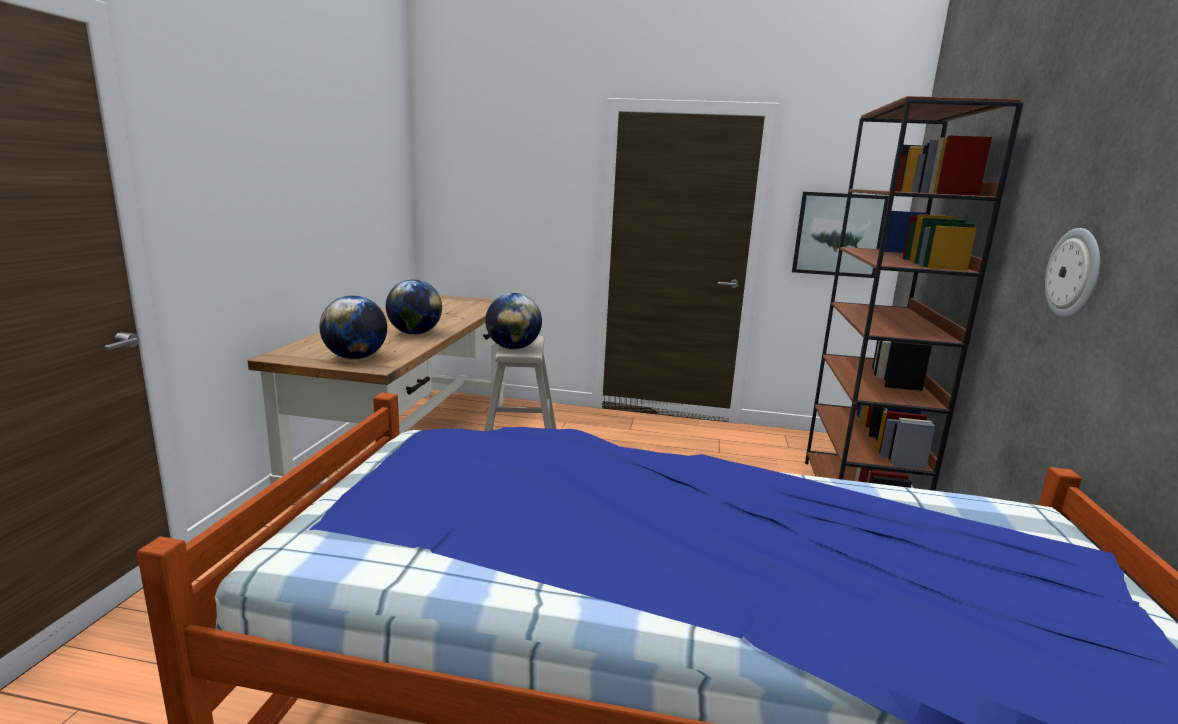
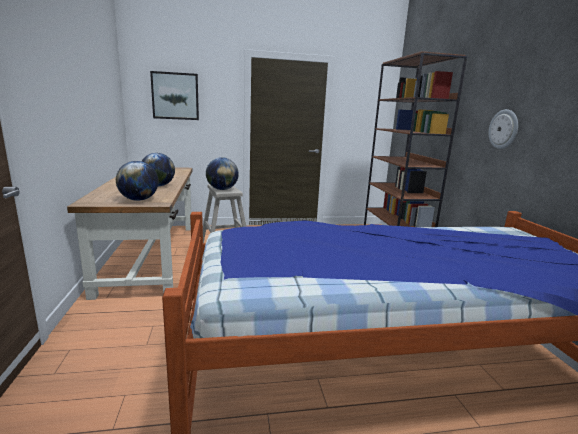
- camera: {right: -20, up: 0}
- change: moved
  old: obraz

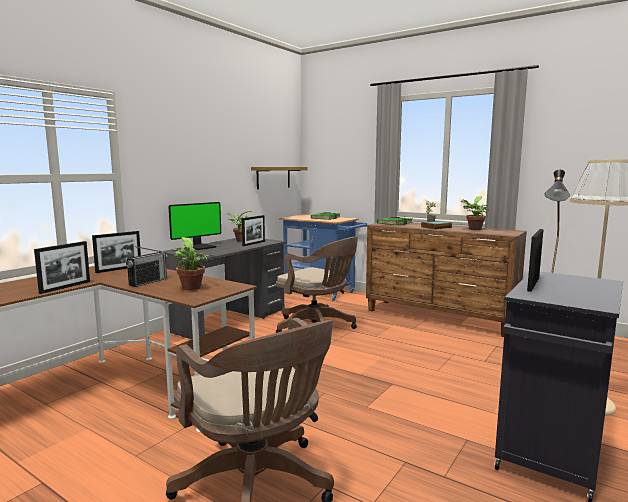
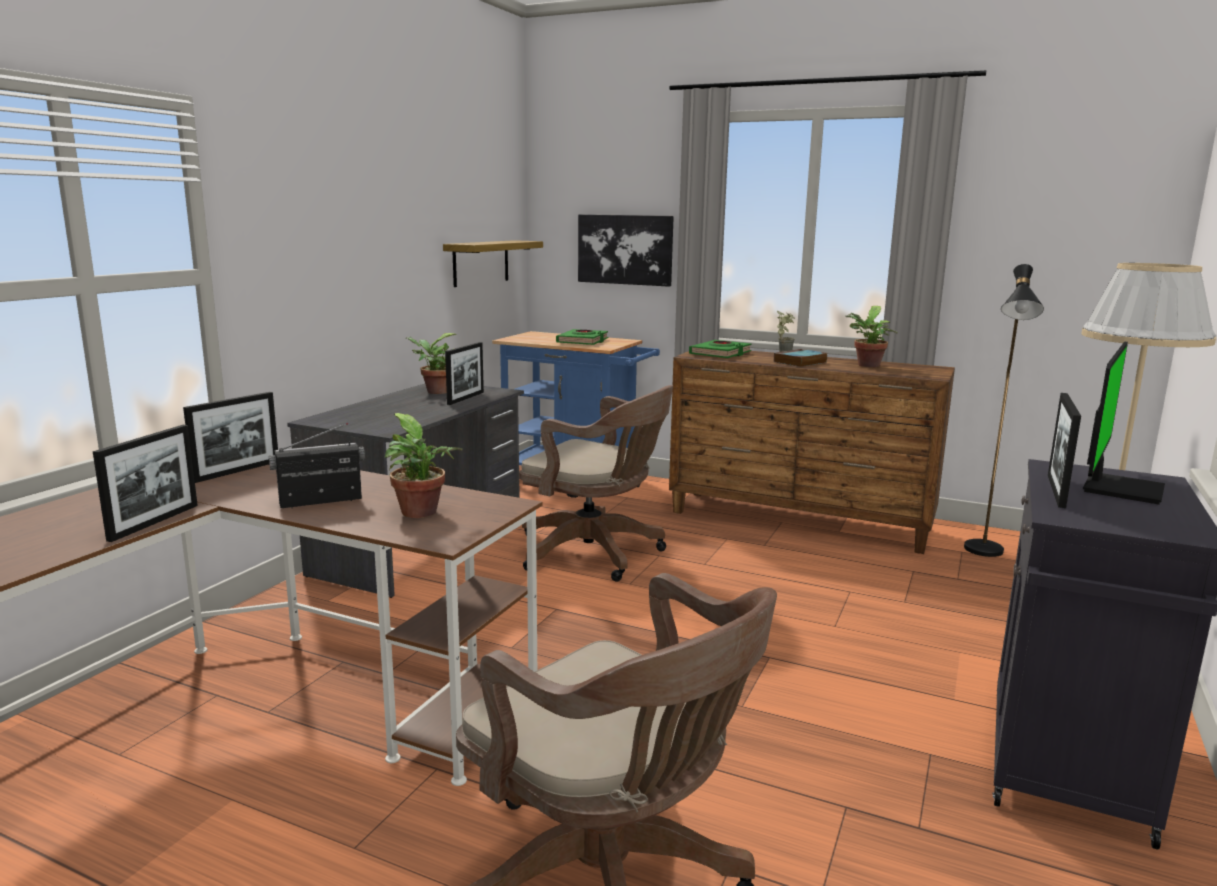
- camera: {right: -10, up: 5}
- change: added
  new: obraz
- change: moved
  old: monitor
- change: turned
  old: radio
  degrees: -135

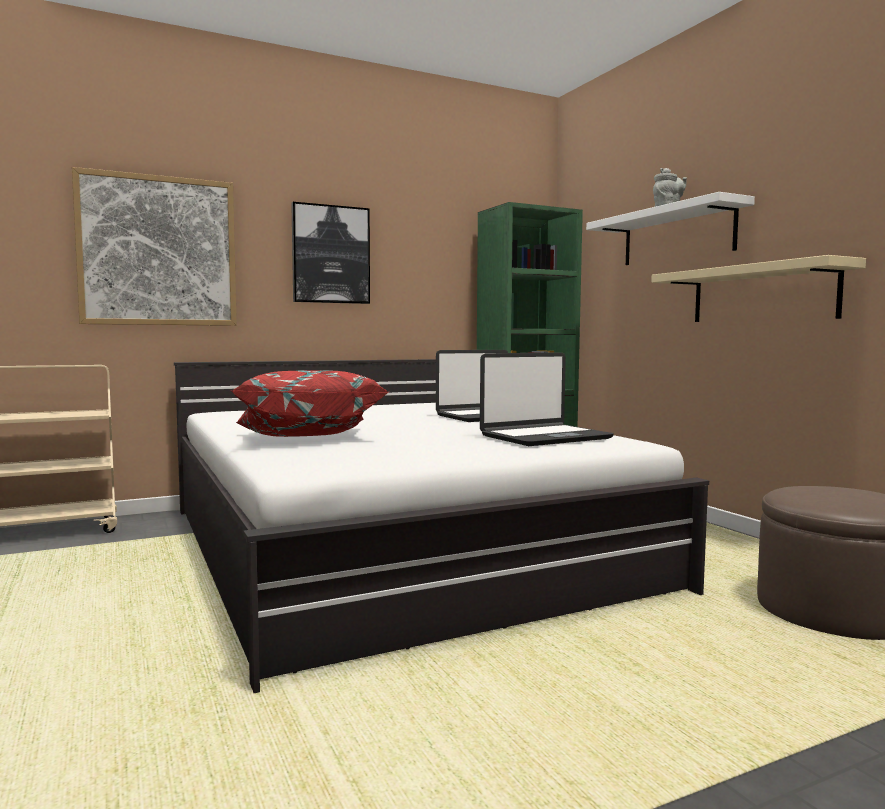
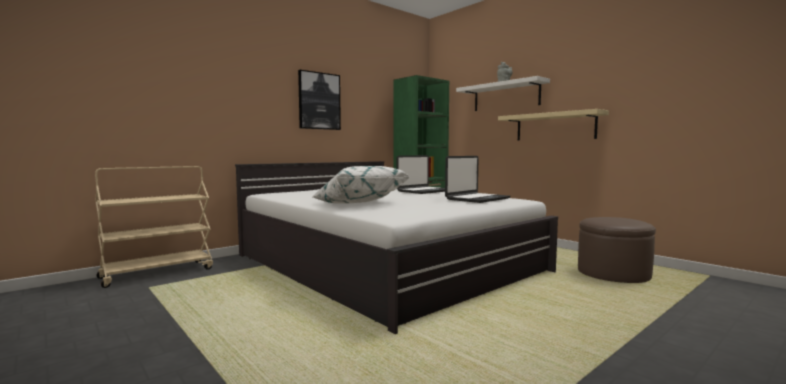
- camera: {right: -15, up: 0}
- change: removed
  old: obraz (1st from left)
- change: recoloured
  old: poduszka (czerwony)
  new: poduszka (biały)

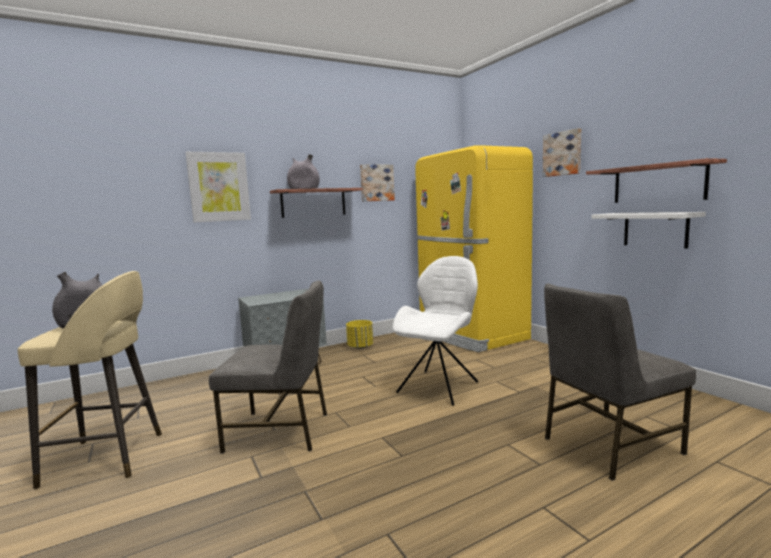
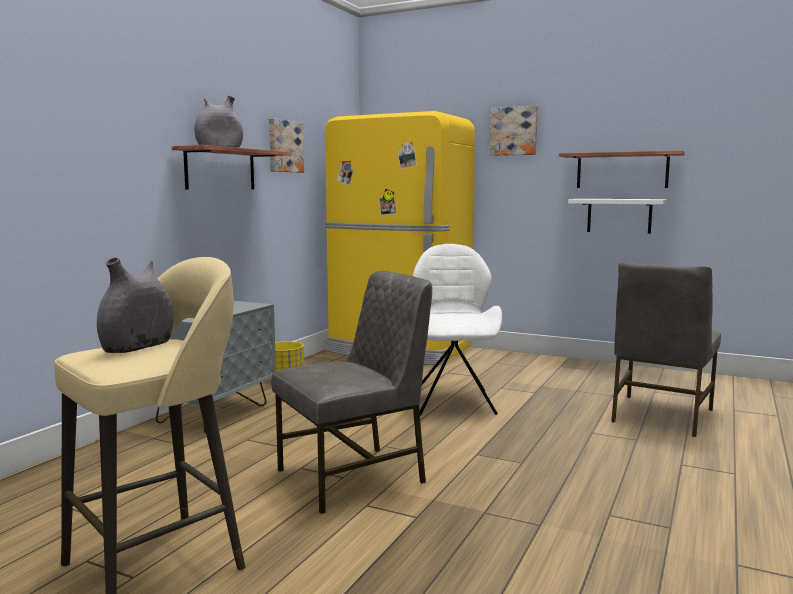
- camera: {right: -35, up: 0}
- change: removed
  old: obraz (1st from left)

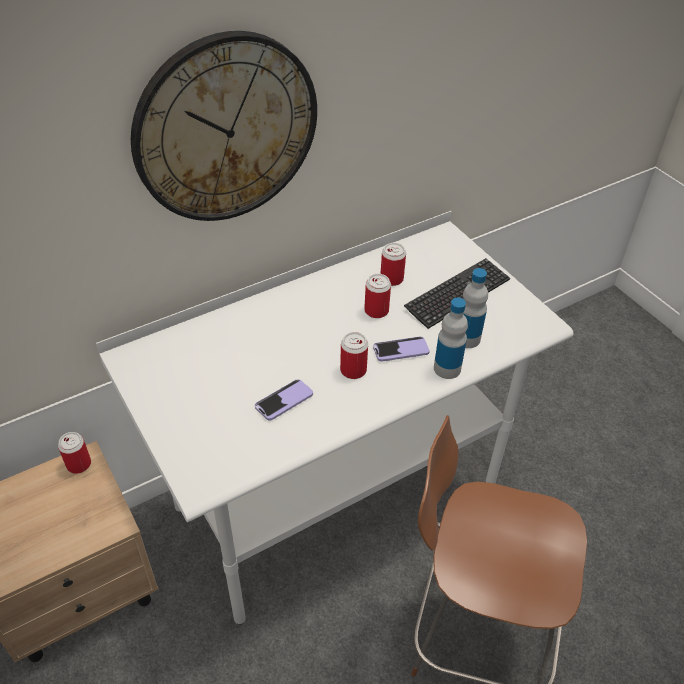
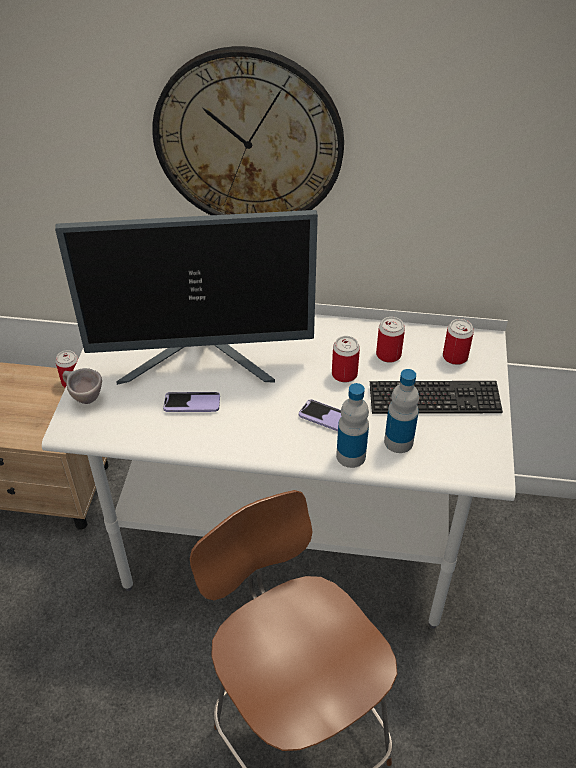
- camera: {right: 40, up: 0}
- change: added
  new: monitor
- change: added
  new: filiżanka (beżowy)
- change: moved
  old: puszka (2nd from left in the first image)
  new: puszka (4th from left)

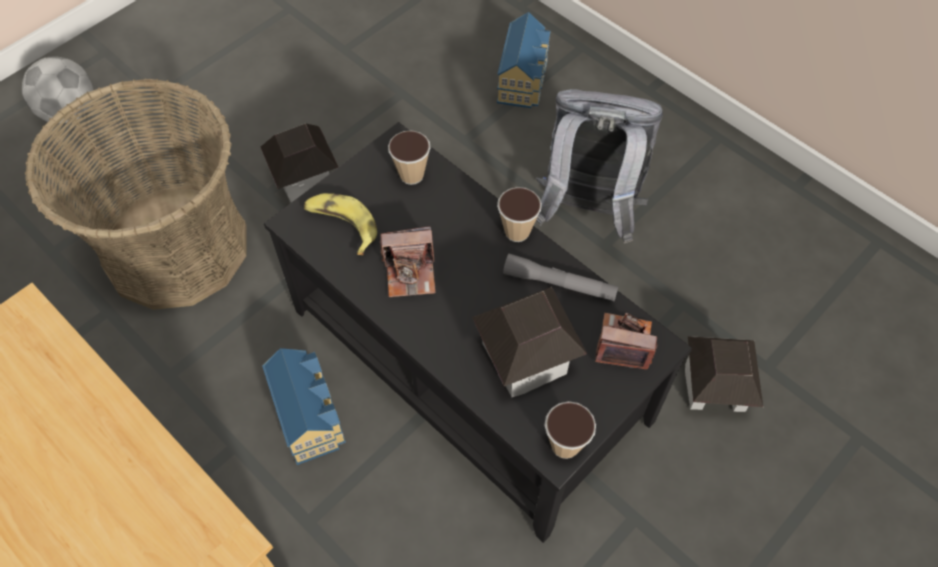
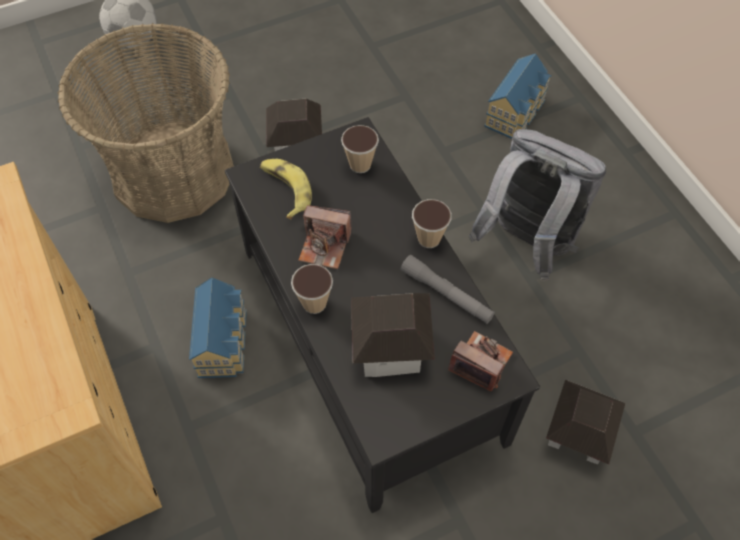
- camera: {right: 20, up: 0}
- change: moved
  old: filiżanka (3rd from left in the first image)
  new: filiżanka (1st from left)

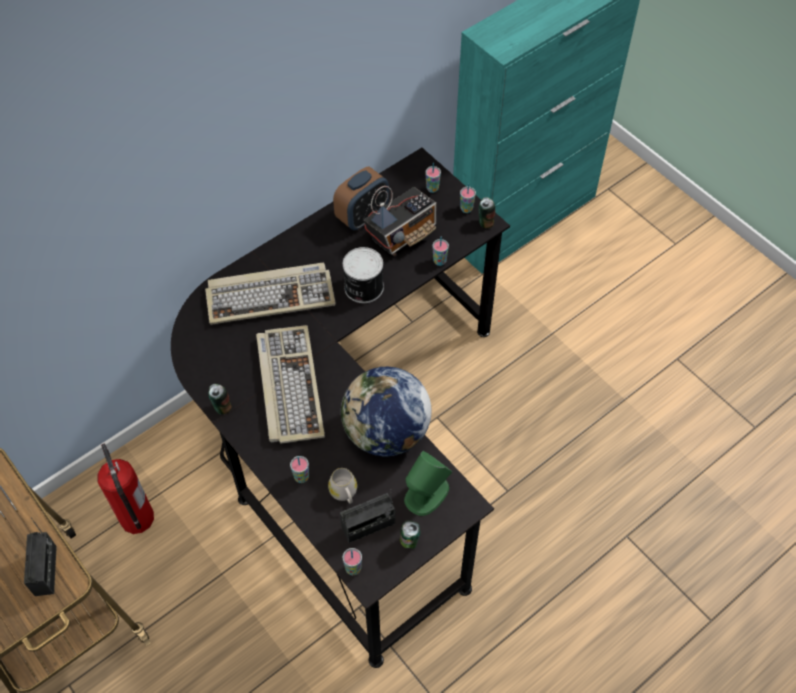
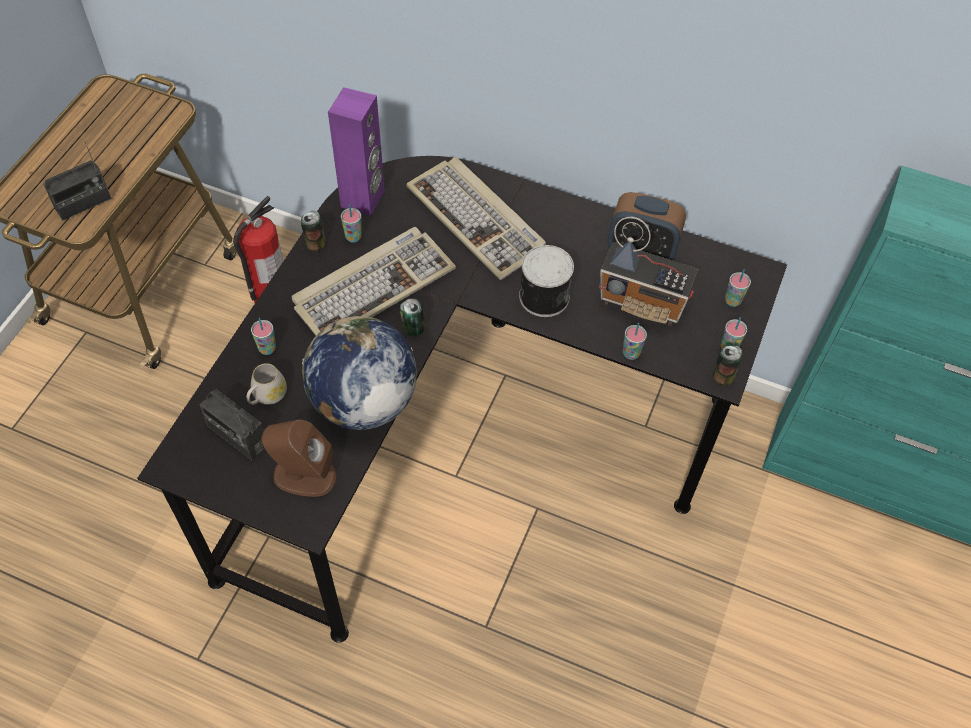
- camera: {right: 60, up: 0}
- change: added
  new: głośnik (fioletowy)
- change: moved
  old: filiżanka (2nd from left)
- change: moved
  old: puszka (3rd from left in the first image)
  new: puszka (2nd from left)
- change: recoloured
  old: głośnik (zielony)
  new: głośnik (brązowy)

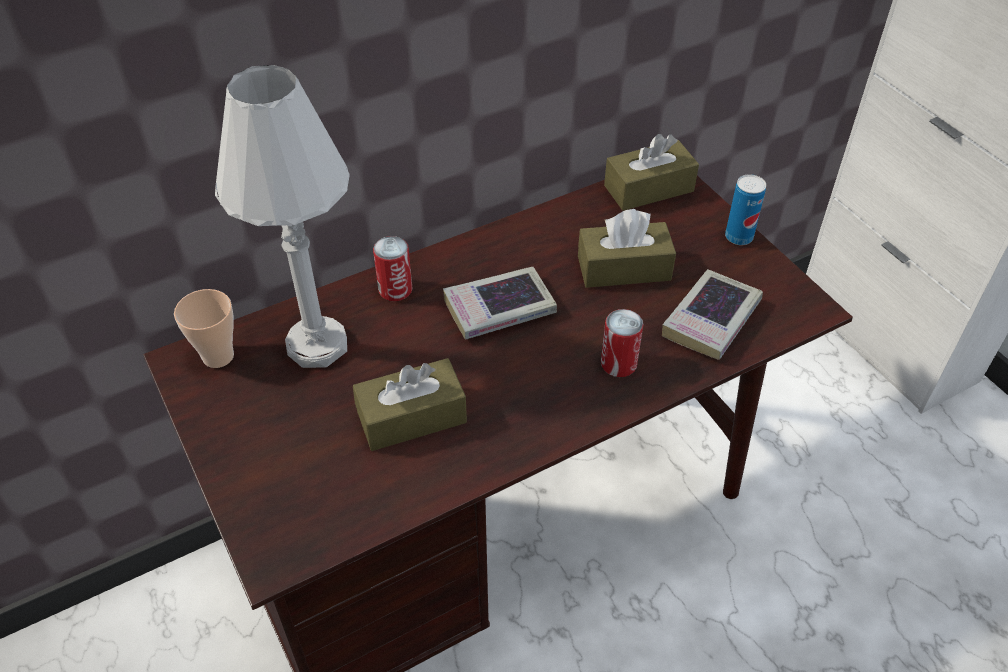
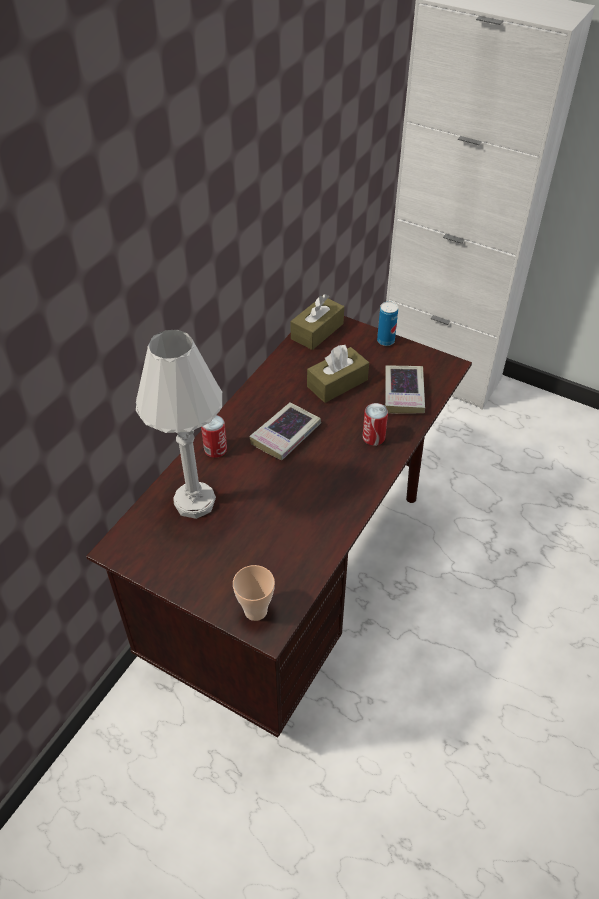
- camera: {right: -30, up: 0}
- change: removed
  old: pudełko chusteczek (brązowy) (1st from left)
- change: moved
  old: filiżanka

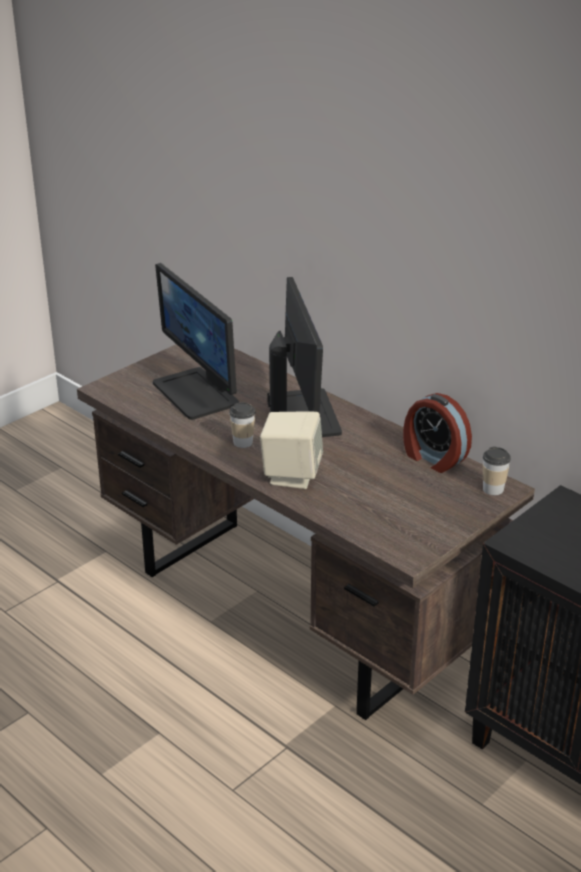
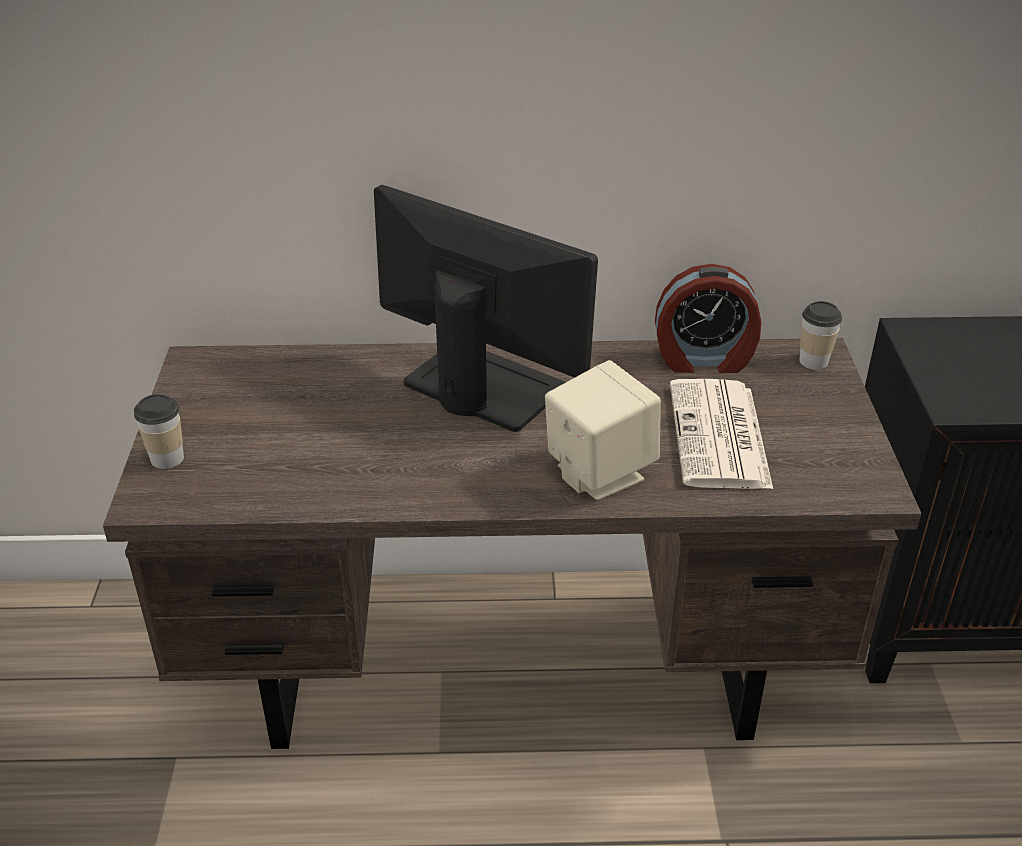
- camera: {right: -45, up: 5}
- change: removed
  old: monitor (1st from left)
- change: added
  new: gazeta
- change: moved
  old: filiżanka (1st from left)

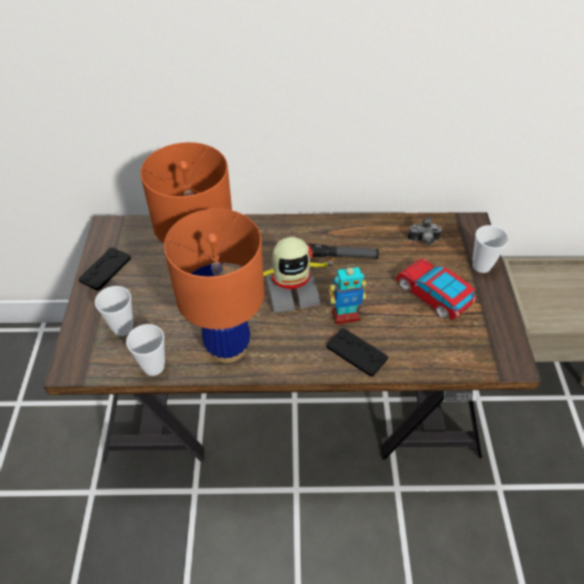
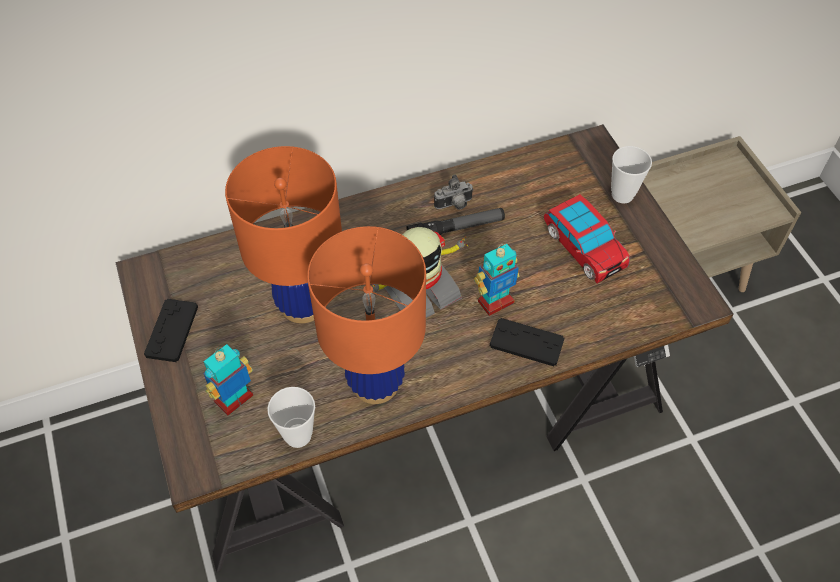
- camera: {right: -20, up: 5}
- change: moved
  old: aparat fotograficzny
- change: replaced
  old: filiżanka (1st from left)
  new: robot zabawkowy (1st from left)
- change: turned
  old: samochodzik
  degrees: -150

